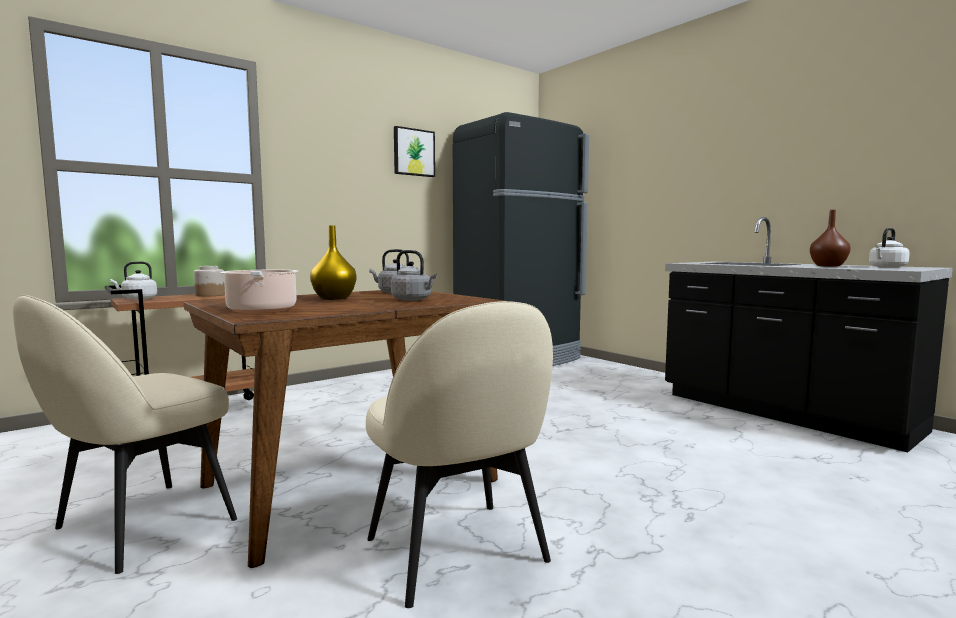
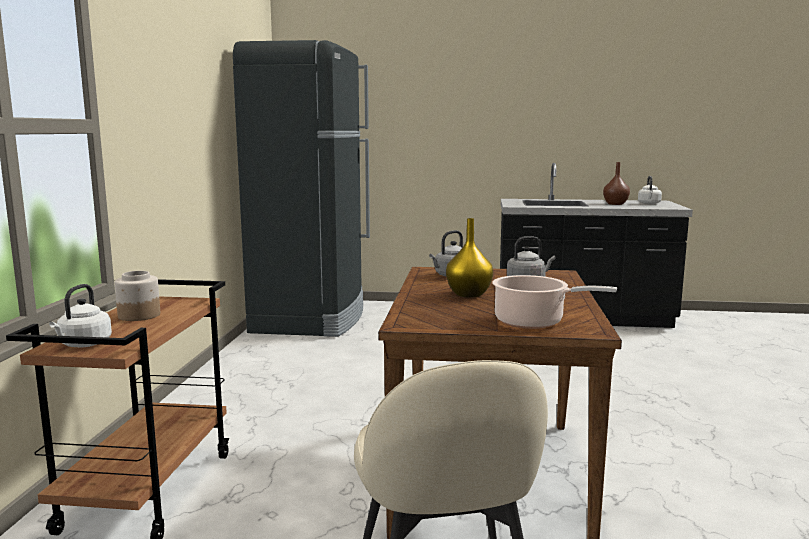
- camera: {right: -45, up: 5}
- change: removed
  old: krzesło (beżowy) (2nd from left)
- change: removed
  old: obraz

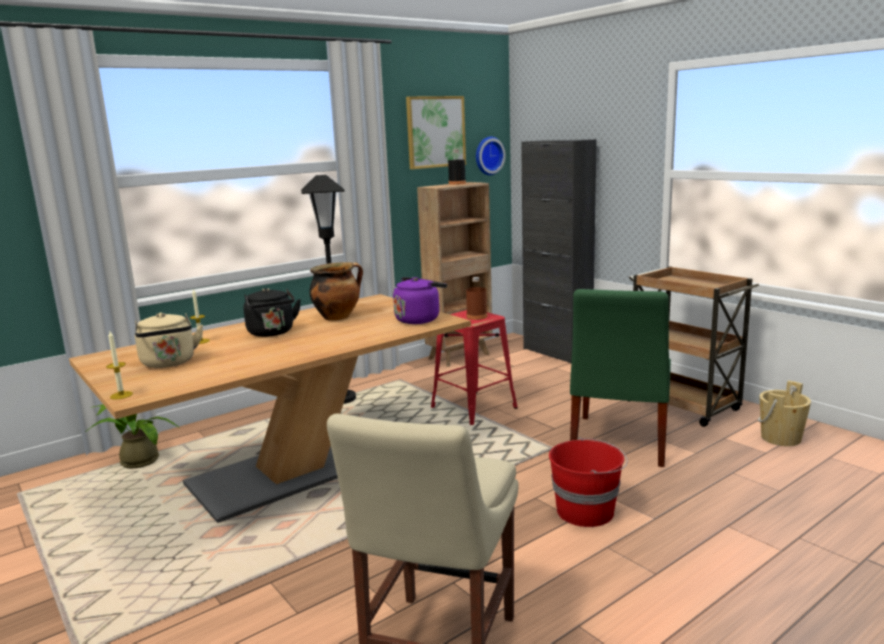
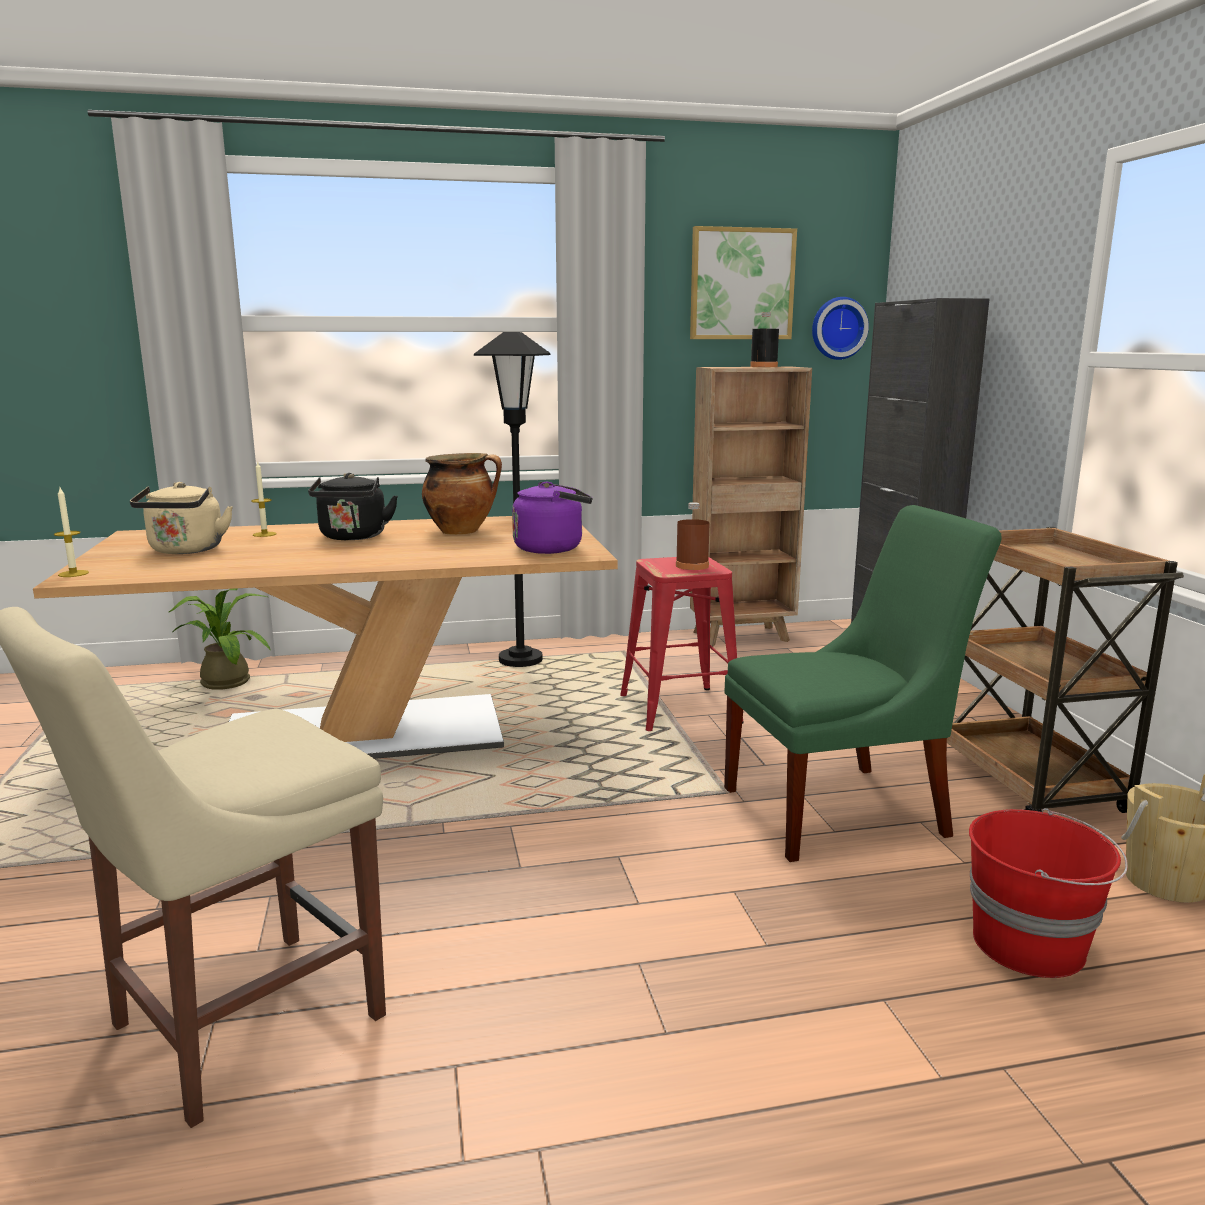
- camera: {right: 25, up: 0}
- change: moved
  old: wiadro (czerwony)
- change: turned
  old: krzesło (zielony)
  degrees: -150

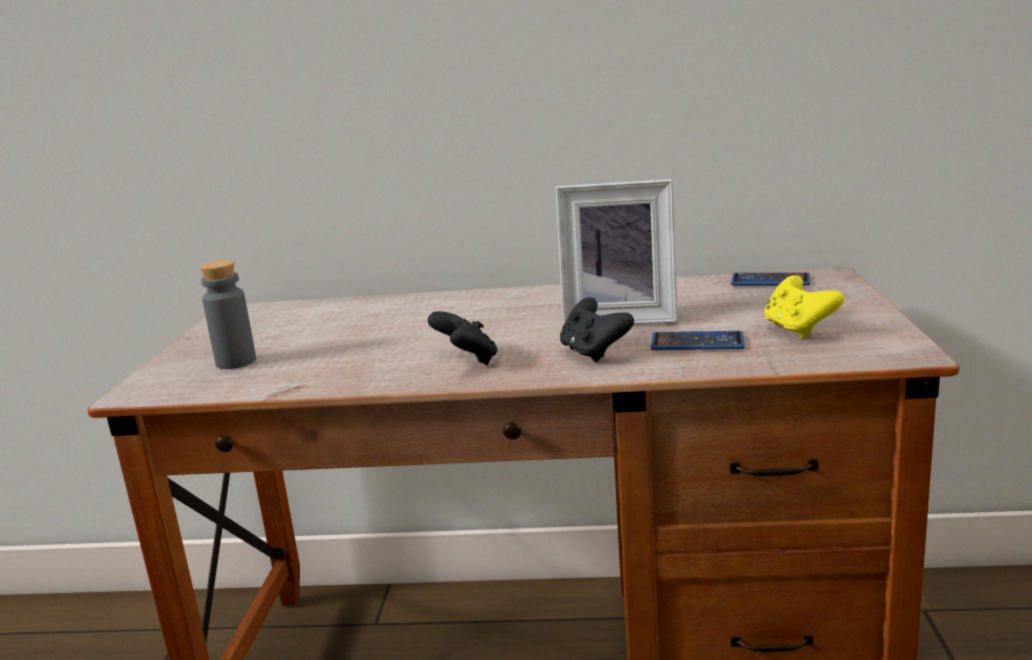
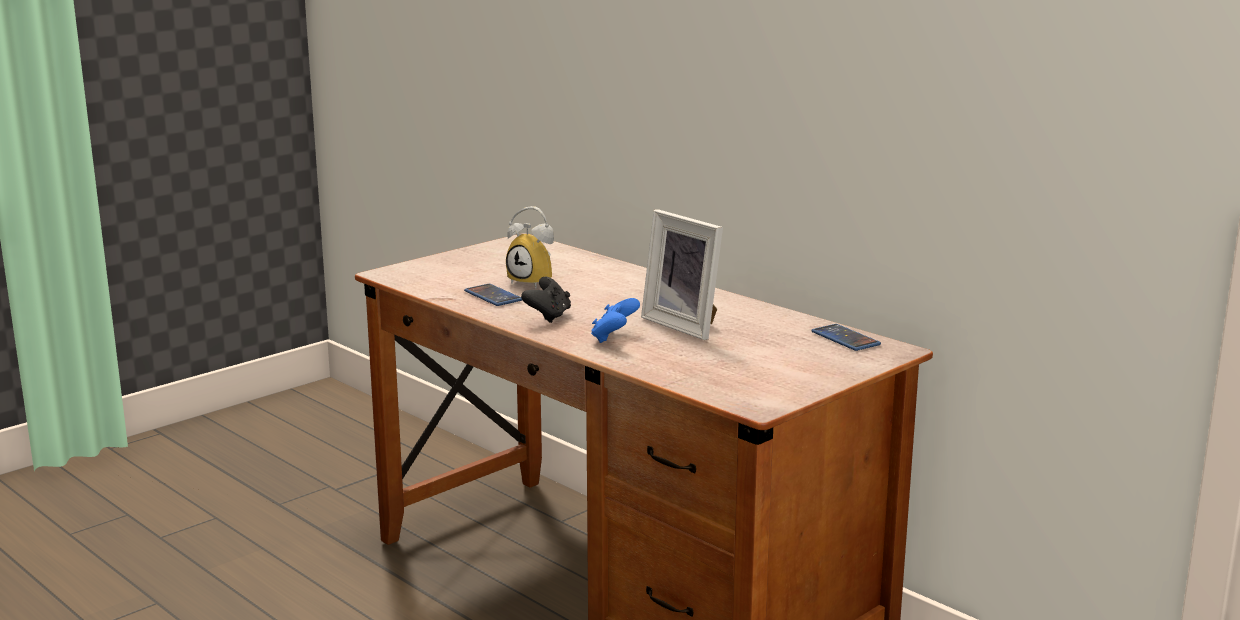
- camera: {right: 40, up: 0}
- change: removed
  old: butelka (szary)
- change: removed
  old: pad do gier (żółty)
- change: added
  new: budzik
- change: moved
  old: telefon (1st from left)
- change: recoloured
  old: pad do gier (czarny) (2nd from left)
  new: pad do gier (niebieski)

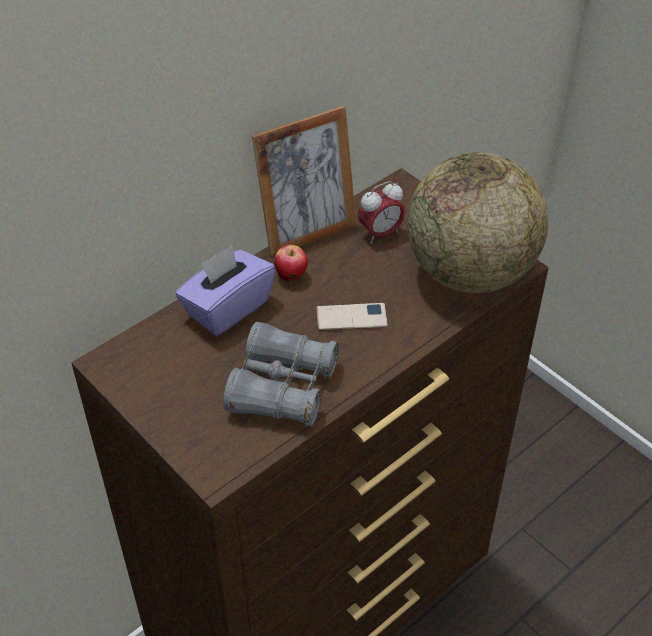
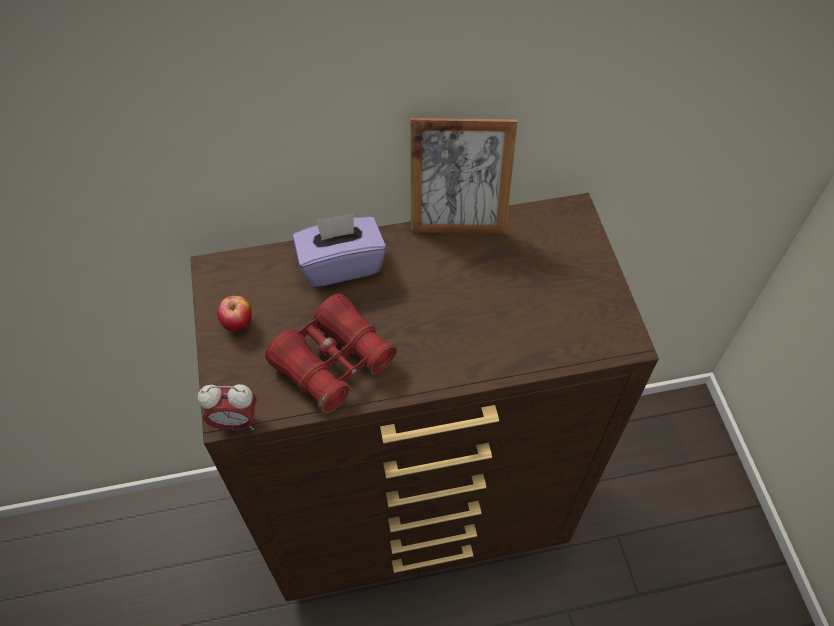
- camera: {right: 30, up: 10}
- change: removed
  old: telefon
- change: removed
  old: globus
- change: moved
  old: jabłko
- change: moved
  old: budzik
- change: recoloured
  old: lornetka (szary)
  new: lornetka (czerwony)

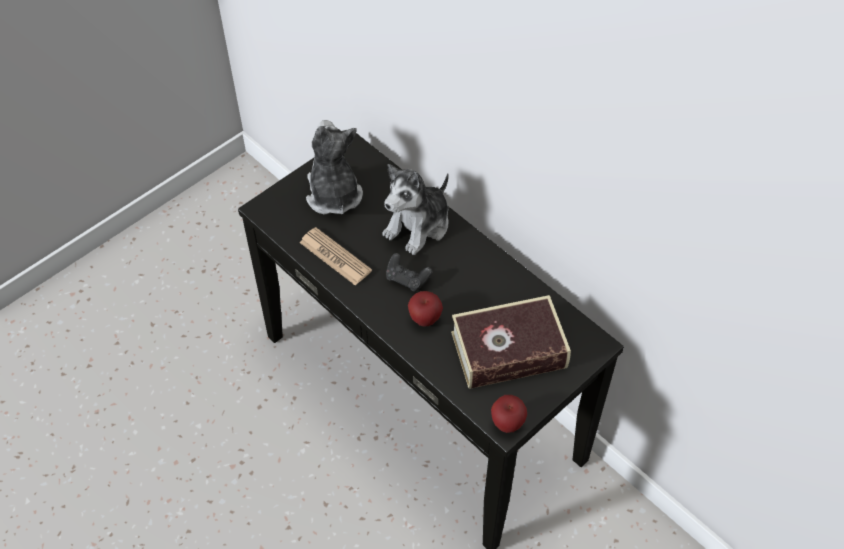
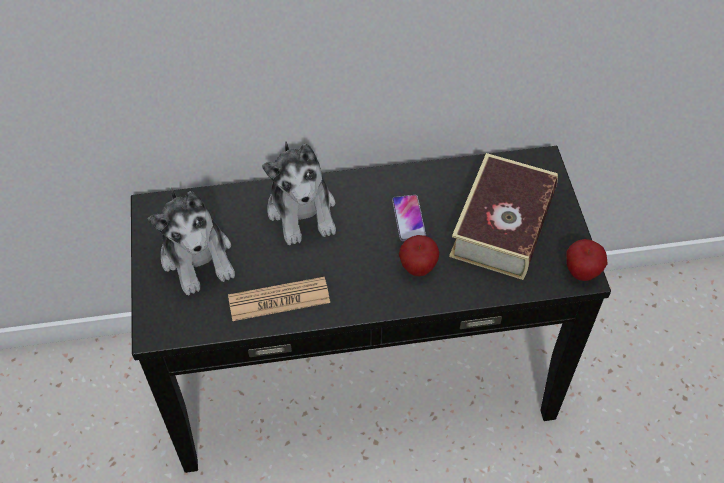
- camera: {right: -55, up: 0}
- change: removed
  old: pad do gier (czarny)
- change: added
  new: telefon
- change: turned
  old: pluszak (1st from left)
  degrees: -135

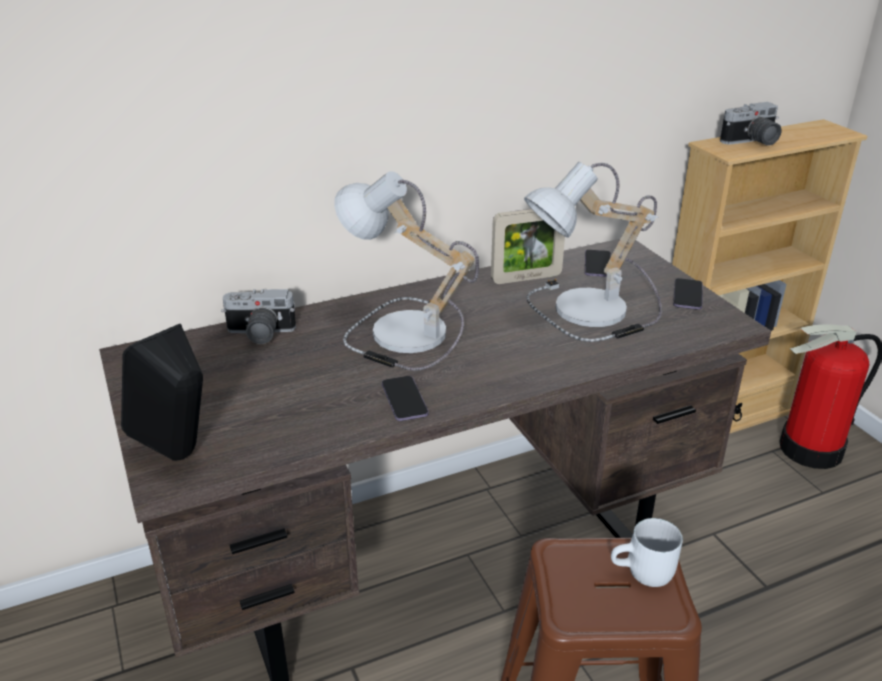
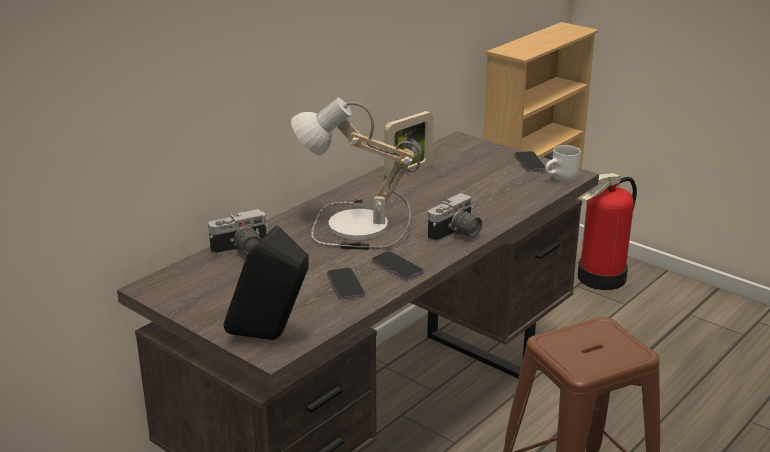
- camera: {right: -25, up: -5}
- change: removed
  old: lampa stołowa (2nd from left)
- change: moved
  old: telefon (2nd from left in the first image)
  new: telefon (1st from left)
- change: moved
  old: kubek (biały)
- change: moved
  old: aparat fotograficzny (2nd from left)

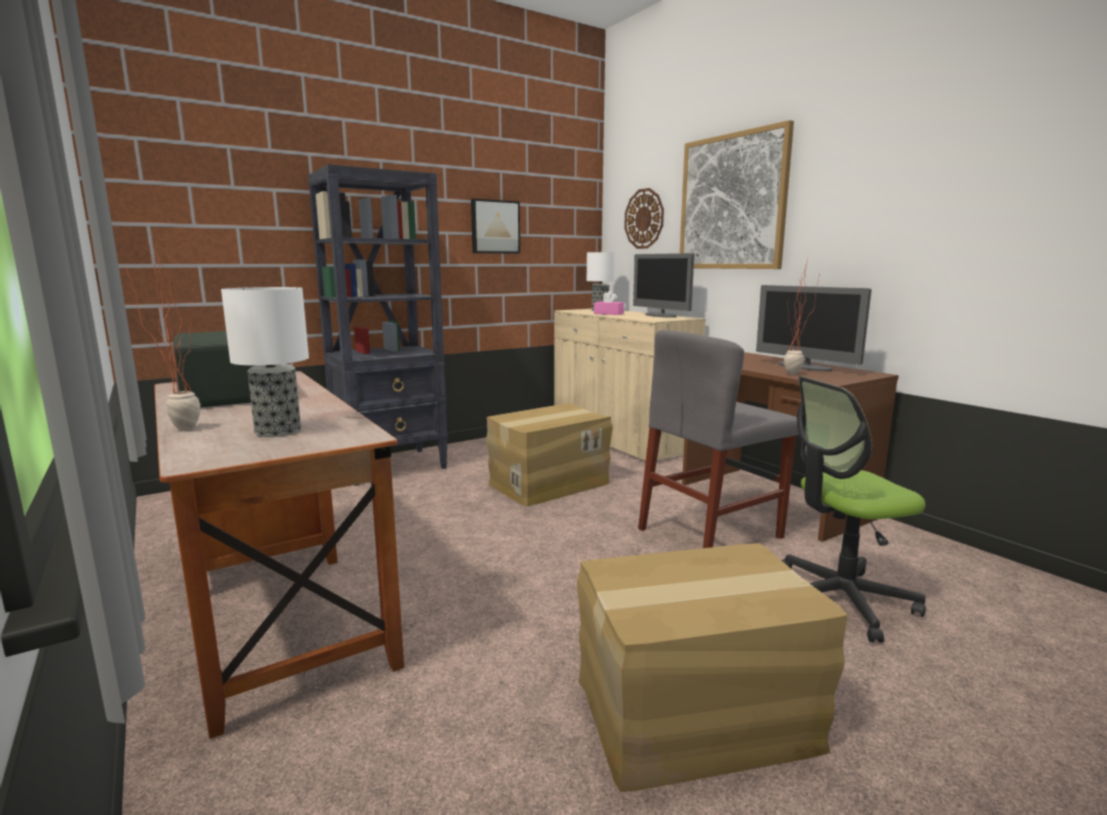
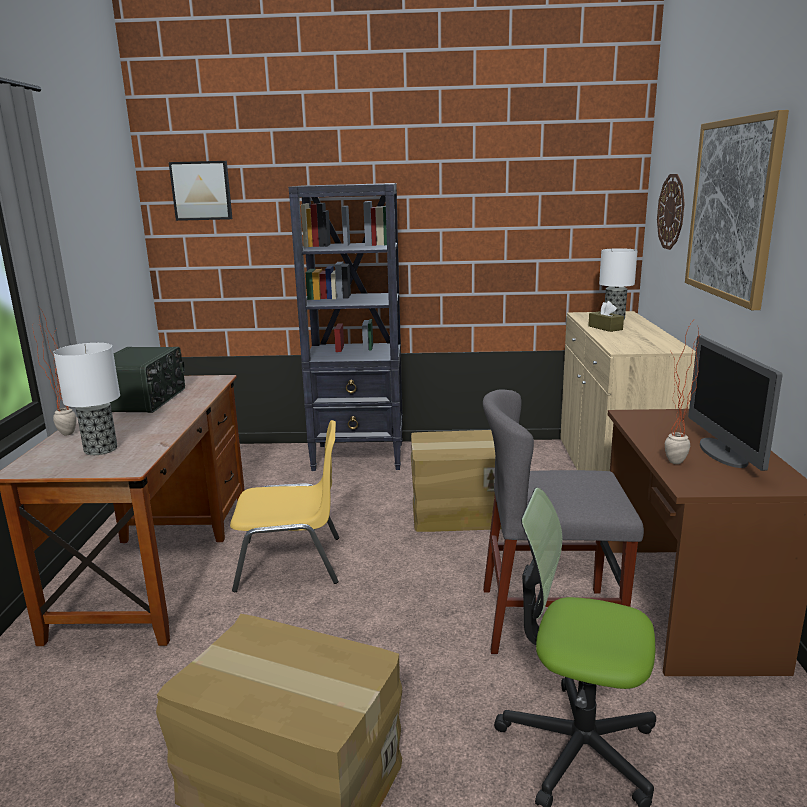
- camera: {right: 35, up: 5}
- change: removed
  old: monitor (1st from left)
- change: added
  new: krzesło (żółty)
- change: moved
  old: obraz (1st from left)
- change: recoloured
  old: pudełko chusteczek (różowy)
  new: pudełko chusteczek (brązowy)

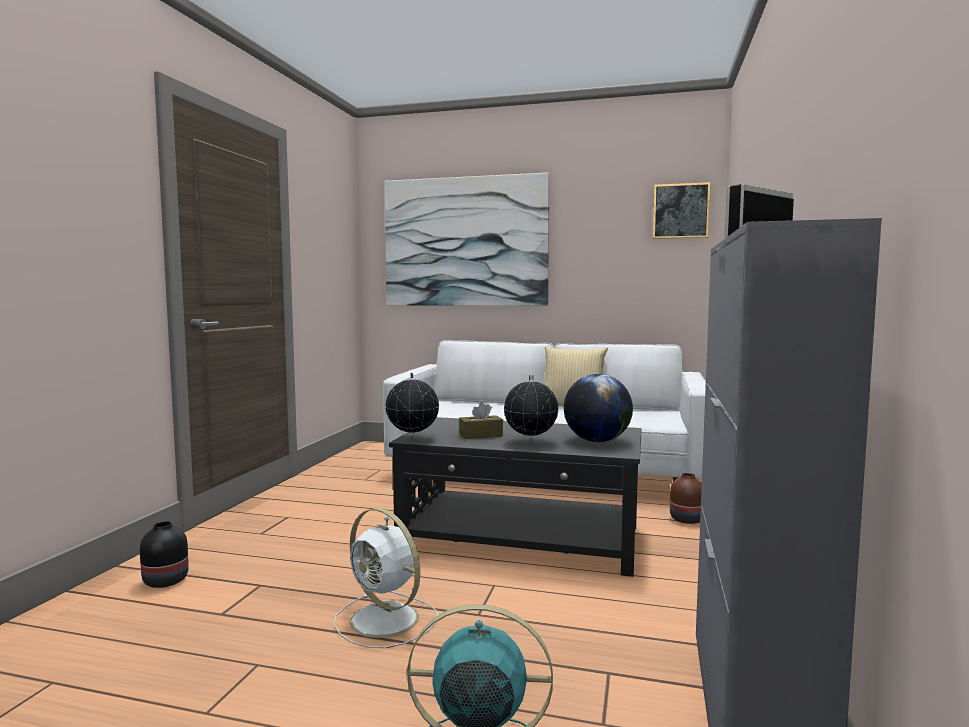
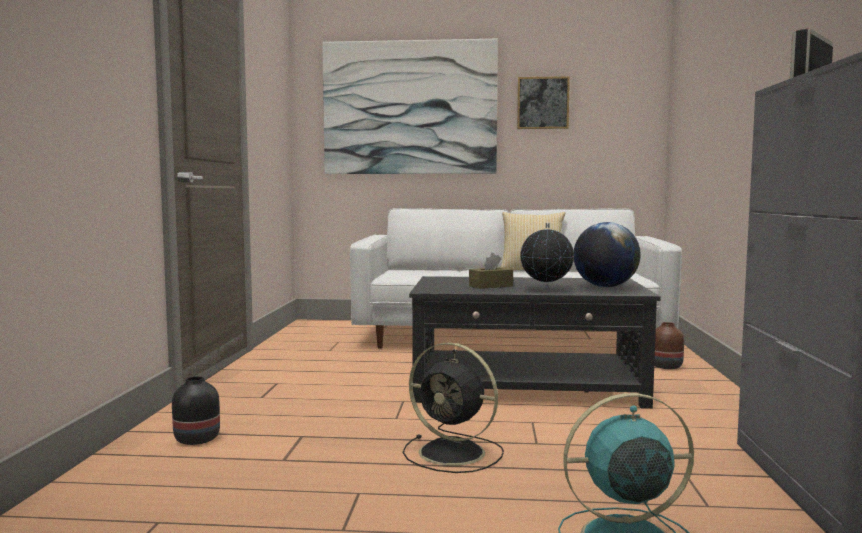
- camera: {right: -10, up: 0}
- change: removed
  old: globus (1st from left)
- change: moved
  old: obraz (2nd from left)
- change: recoloured
  old: wentylator (biały)
  new: wentylator (czarny)

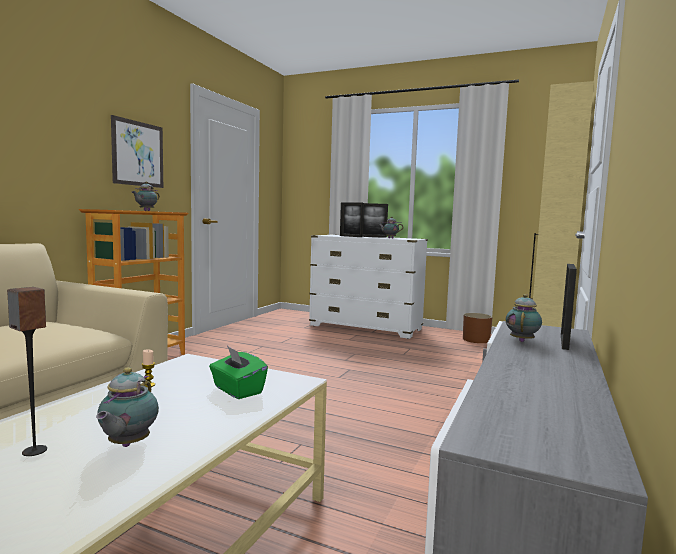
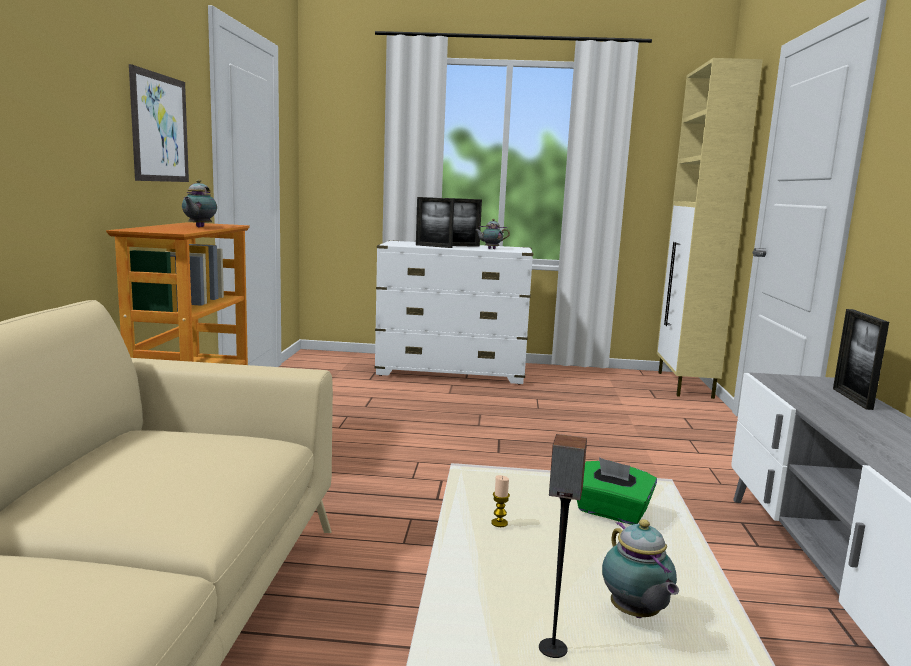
- camera: {right: -20, up: 5}
- change: removed
  old: donica (brązowy)
- change: removed
  old: imbryk (4th from left)

